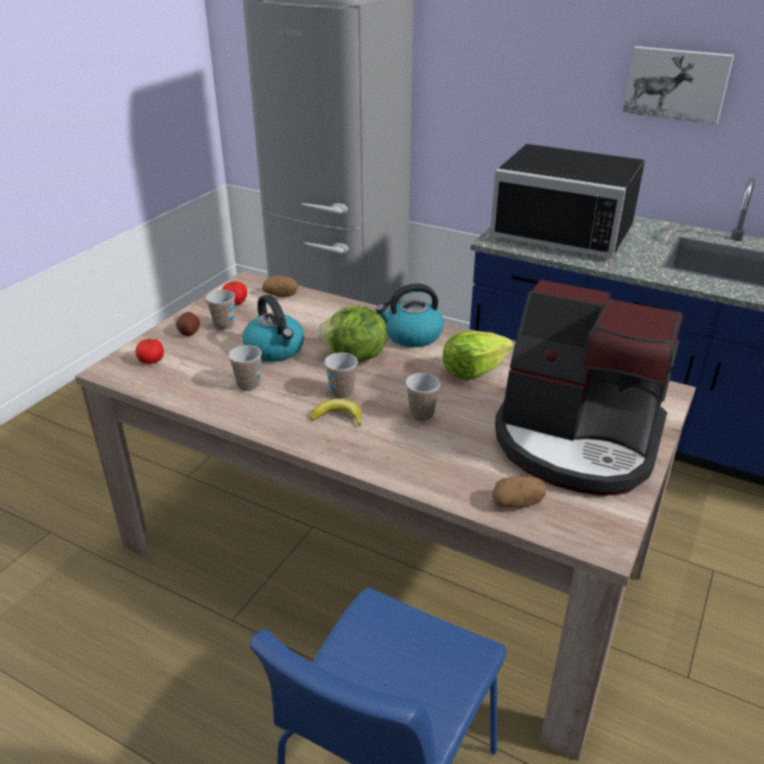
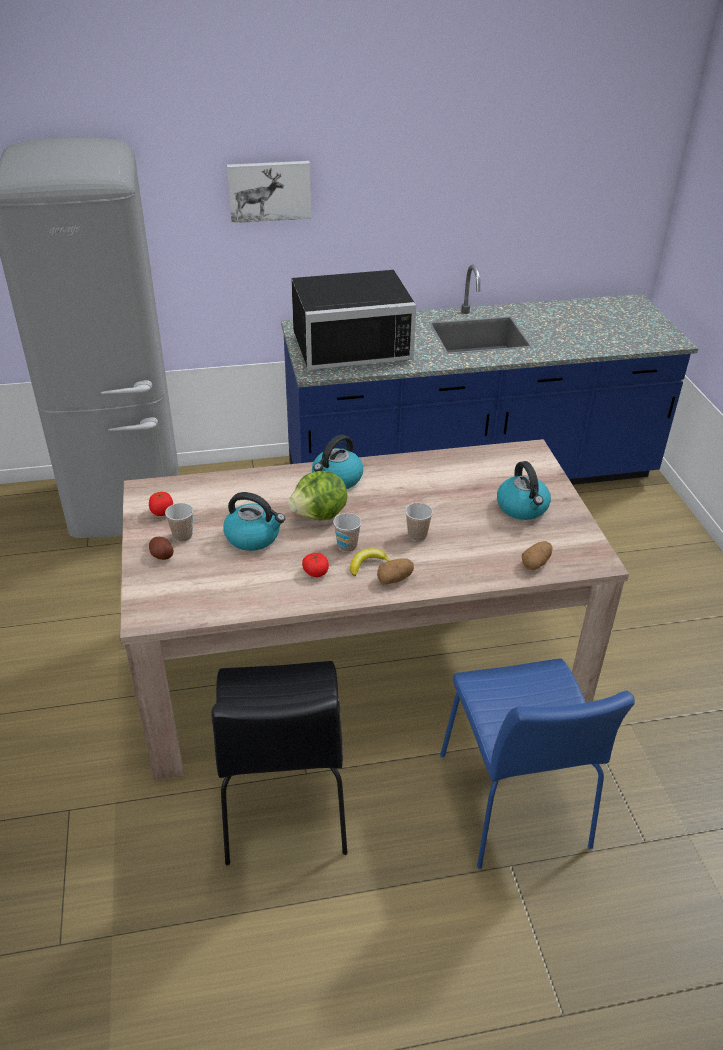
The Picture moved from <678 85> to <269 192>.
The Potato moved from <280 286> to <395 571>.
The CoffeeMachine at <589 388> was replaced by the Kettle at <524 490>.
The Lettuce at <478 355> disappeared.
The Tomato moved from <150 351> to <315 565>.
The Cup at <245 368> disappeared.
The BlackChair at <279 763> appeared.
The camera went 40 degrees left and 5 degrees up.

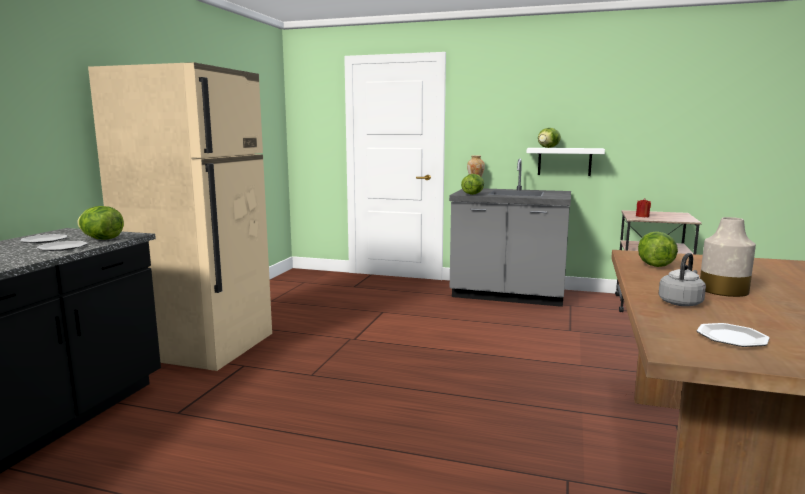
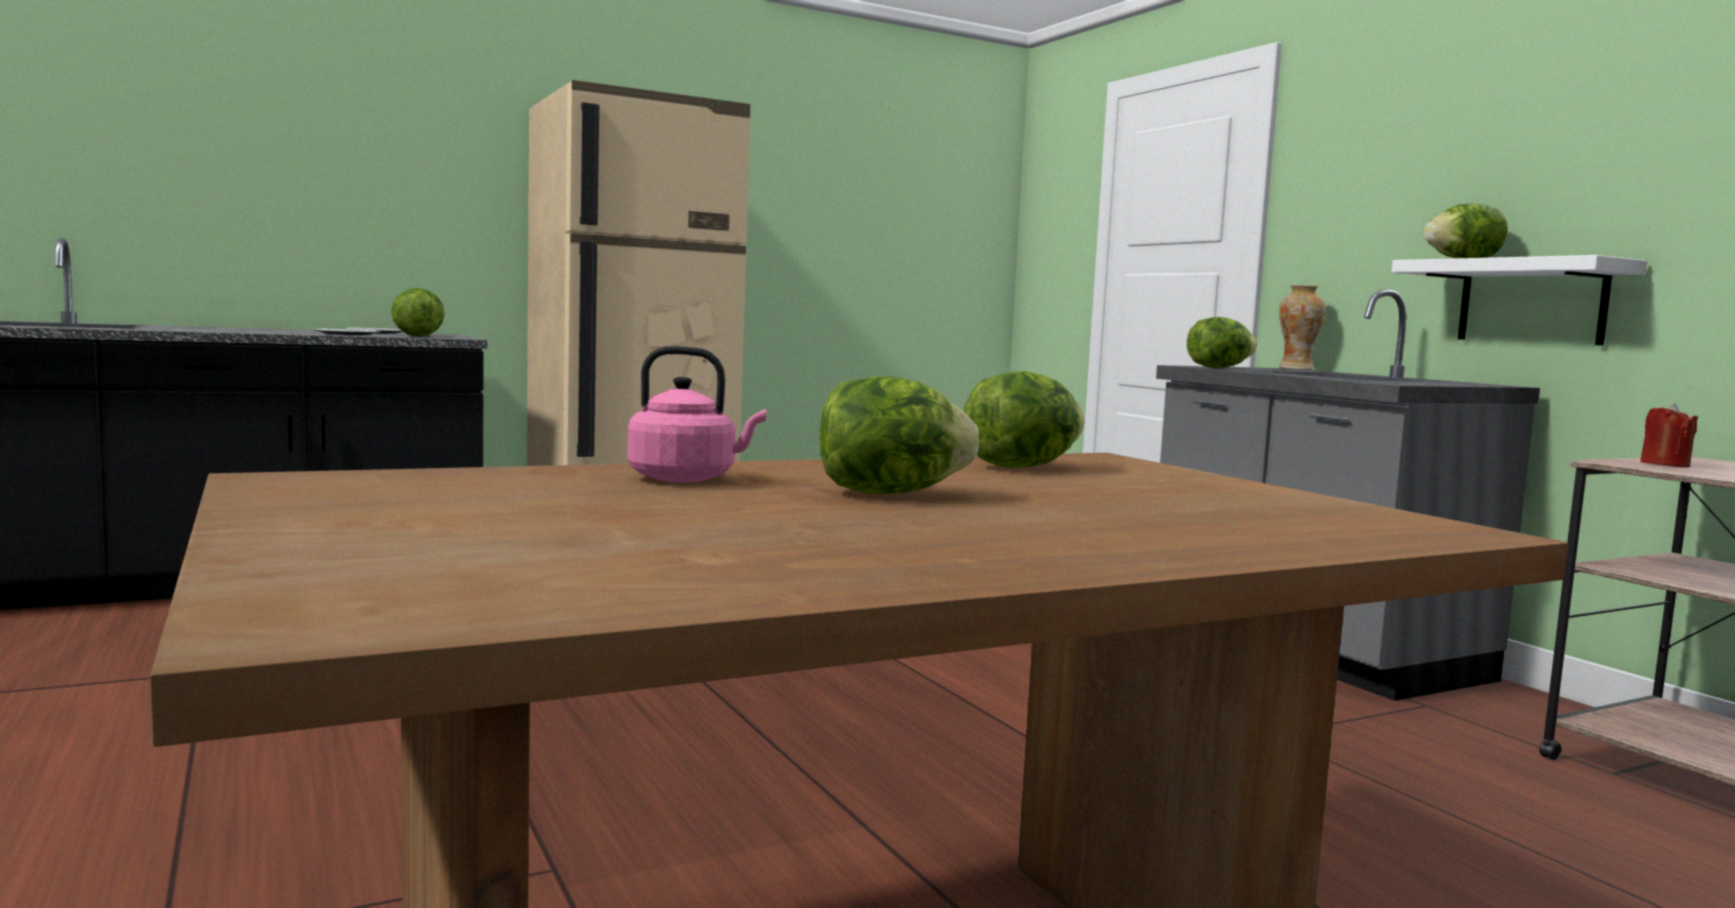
The BeigeVase at <728 257> was replaced by the Lettuce at <899 435>.
The GreyKettle at <682 279> became the PinkKettle at <696 414>.
The Plate at <733 335> disappeared.
The camera went 45 degrees right and 5 degrees down.

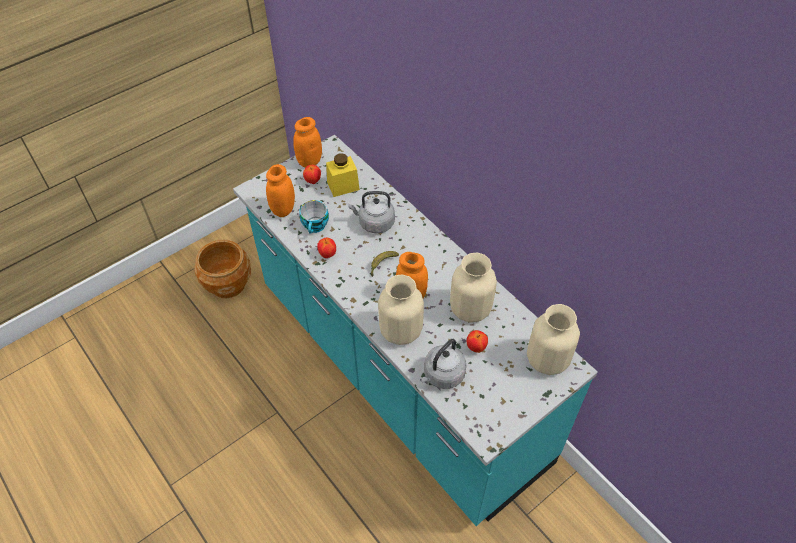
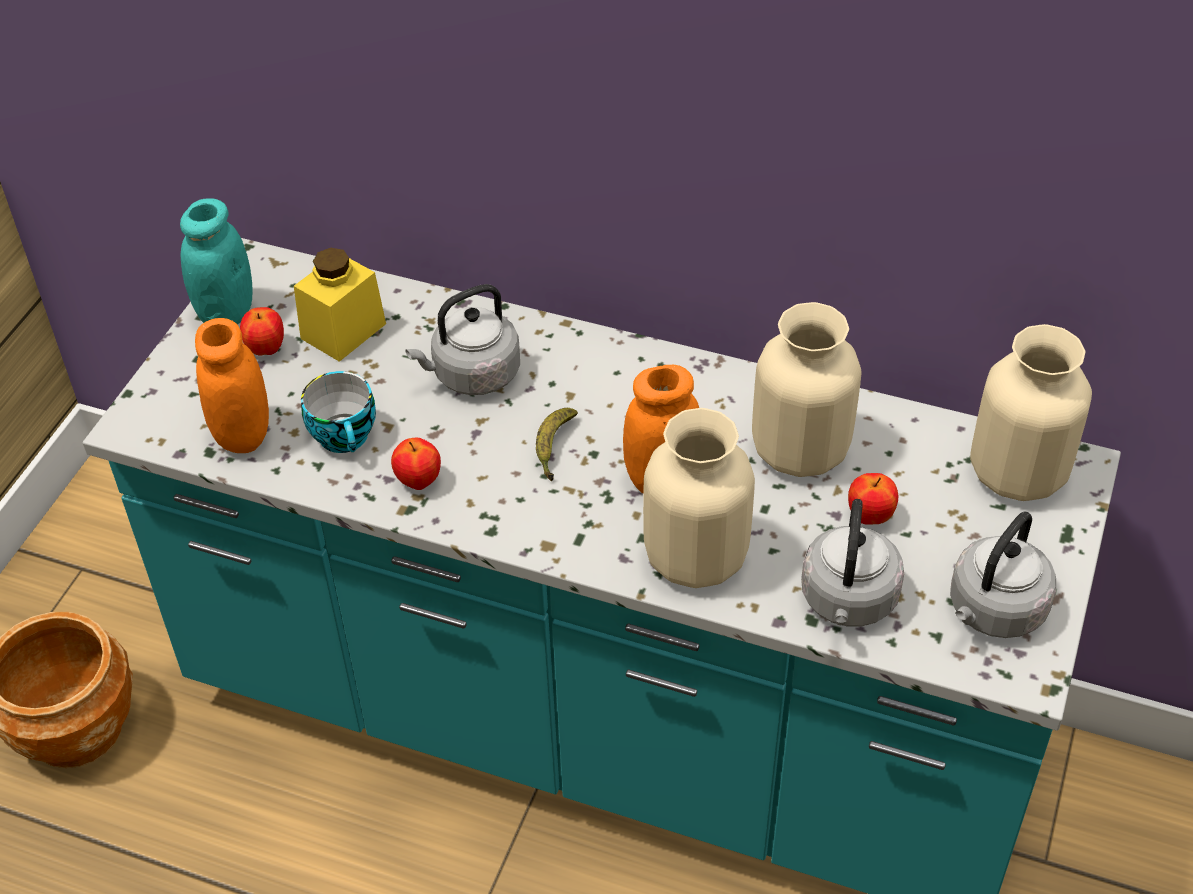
The OrangeJar at <307 142> became the TurquoiseJar at <216 261>.
The GreyKettle at <1003 574> appeared.
The camera went 30 degrees left and 5 degrees down.

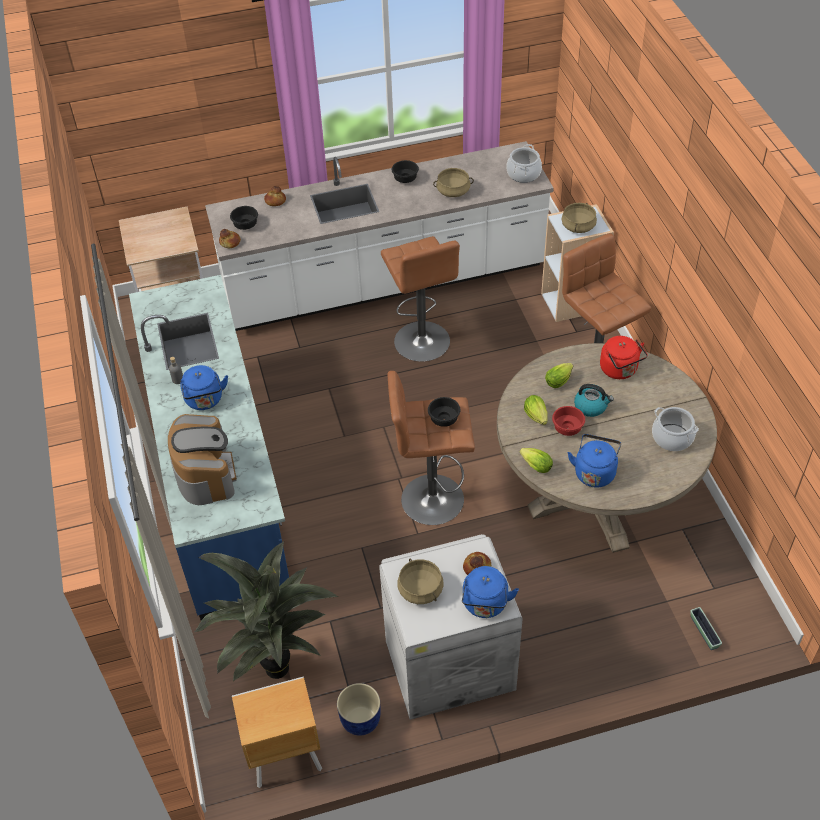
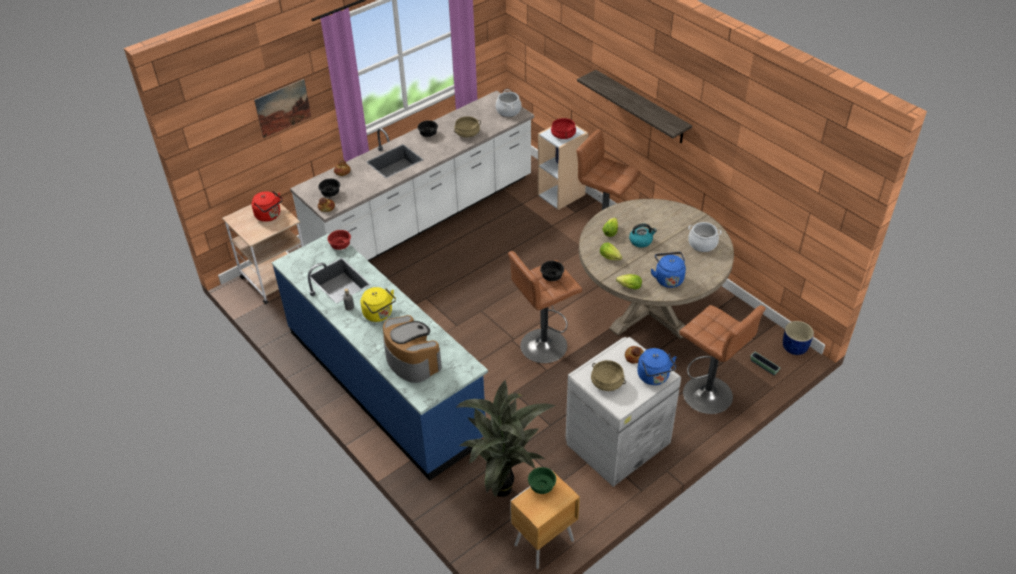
The BeigeCookingPot at <579 218> became the RedCookingPot at <563 128>.
The BrownStool moved from <420 299> to <722 359>.
The RedKettle moved from <624 357> to <267 206>.
The BlueKettle at <204 387> became the YellowKettle at <378 304>.
The RedBowl moved from <568 421> to <339 240>.
The BluePlanter moved from <359 709> to <798 338>.
The Shelf at <634 106> appeared.
The Picture at <282 108> appeared.
The GreenBowl at <542 480> appeared.
The camera went 25 degrees left and 5 degrees down.

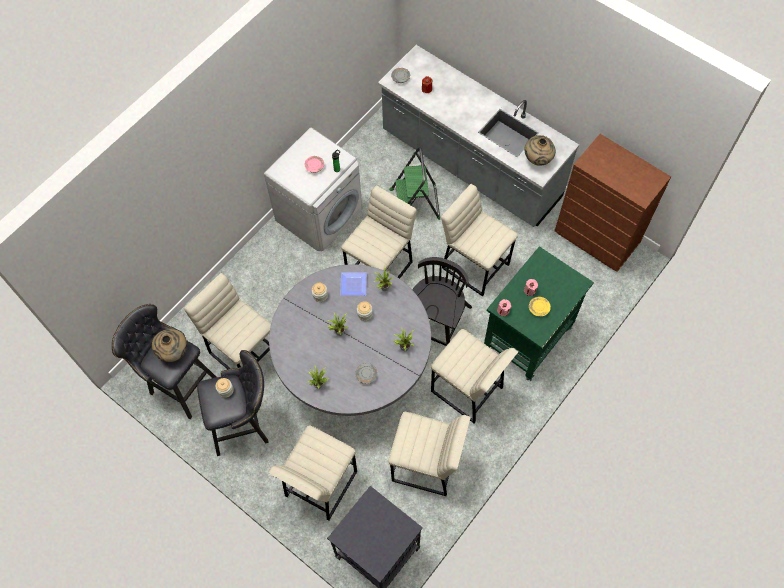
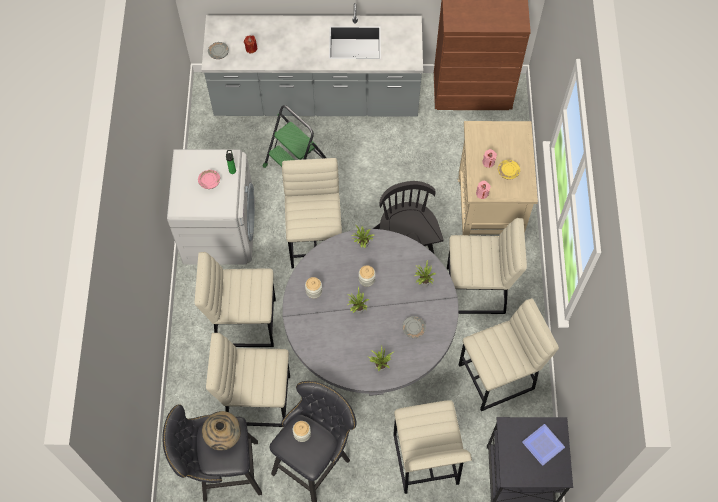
The BeigeVase at <540 150> disappeared.
The BeigeChair moved from <479 240> to <235 299>.
The GreenCart at <539 313> became the BeigeCart at <497 178>.
The Plate moved from <353 284> to <543 445>.
The camera went 40 degrees left and 0 degrees up.

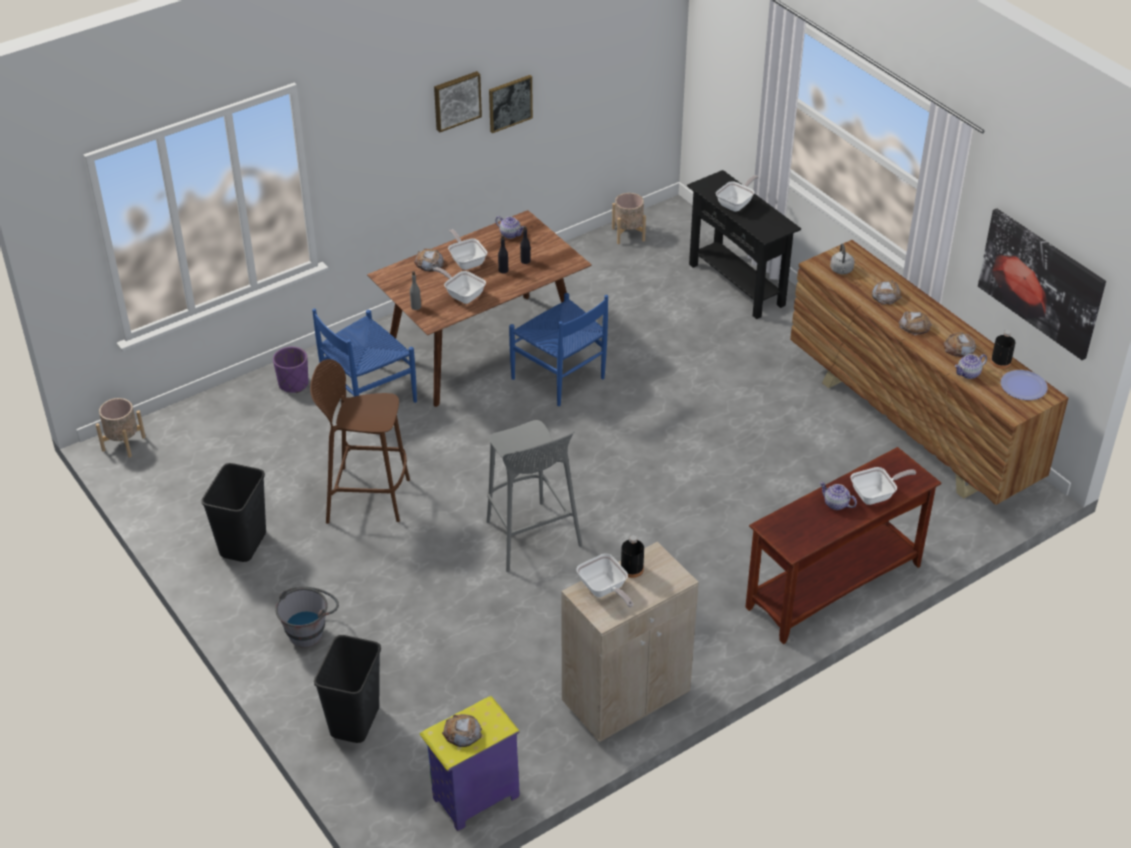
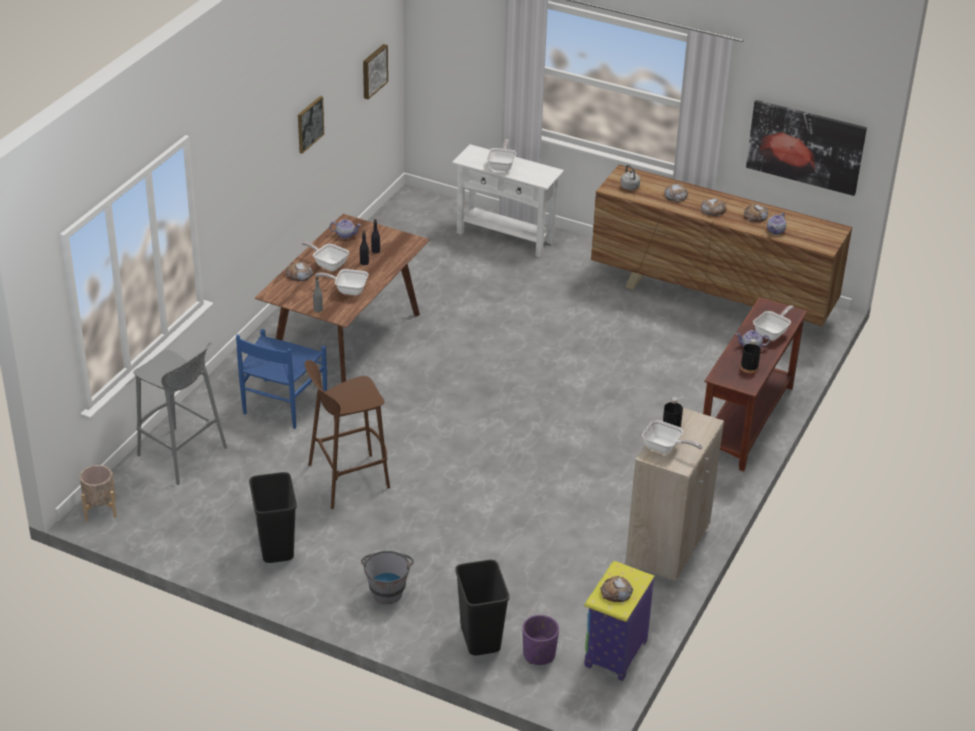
The Picture moved from <458 101> to <375 71>.
The BlackConsoleTable at <744 244> became the WhiteConsoleTable at <508 200>.
The BeigePlanter at <629 218> disappeared.
The BlueChair at <558 349> disappeared.
The BlackBottle moved from <1003 349> to <750 356>.
The PurplePlanter moved from <291 370> to <540 640>.
The Plate at <1024 385> disappeared.
The GreyStool moved from <534 496> to <180 413>.
The camera went 30 degrees left and 5 degrees down.

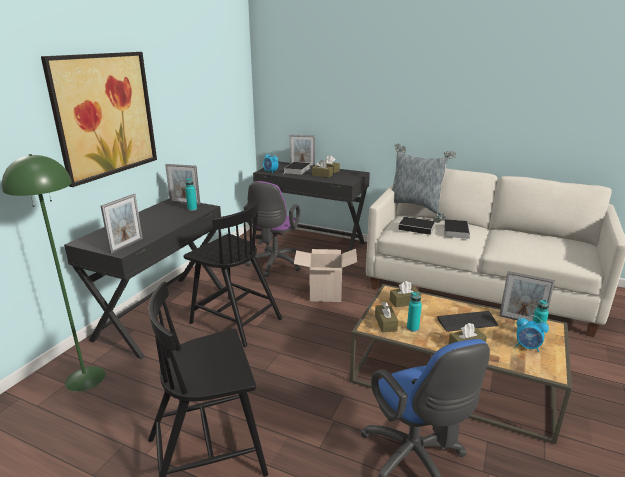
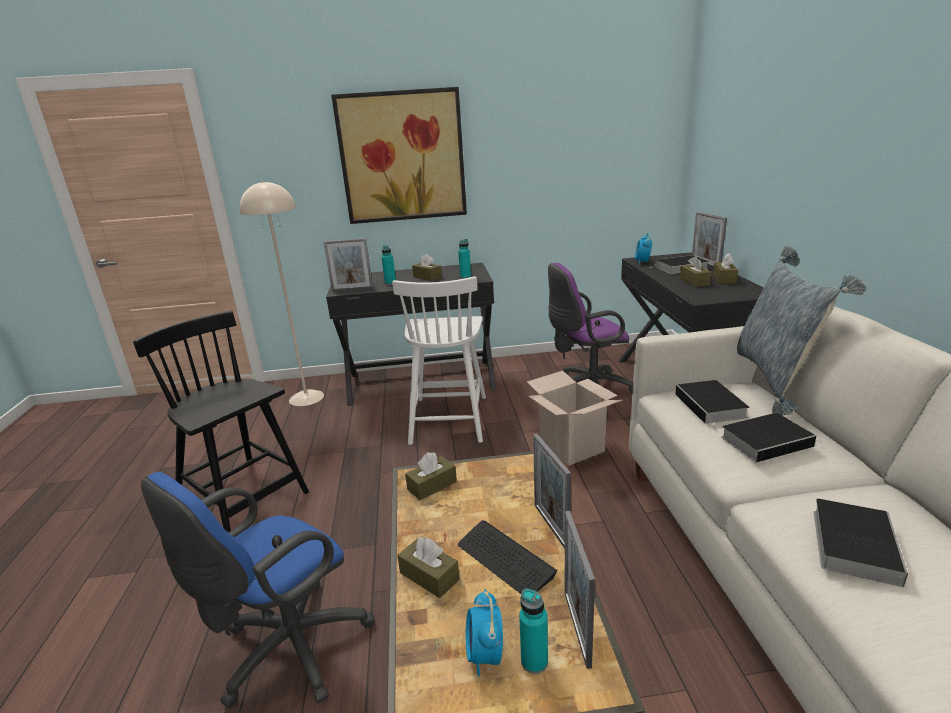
The GreenFloorLamp at <53 272> became the BeigeFloorLamp at <282 293>.
The PictureFrame moved from <182 184> to <552 491>.
The BlackChair at <233 273> became the WhiteChair at <439 360>.
The BrownTissueBox moved from <405 294> to <427 267>.
The TurquoiseBottle moved from <414 312> to <389 265>.
The Book at <860 543> appeared.
The camera went 60 degrees right and 0 degrees up.

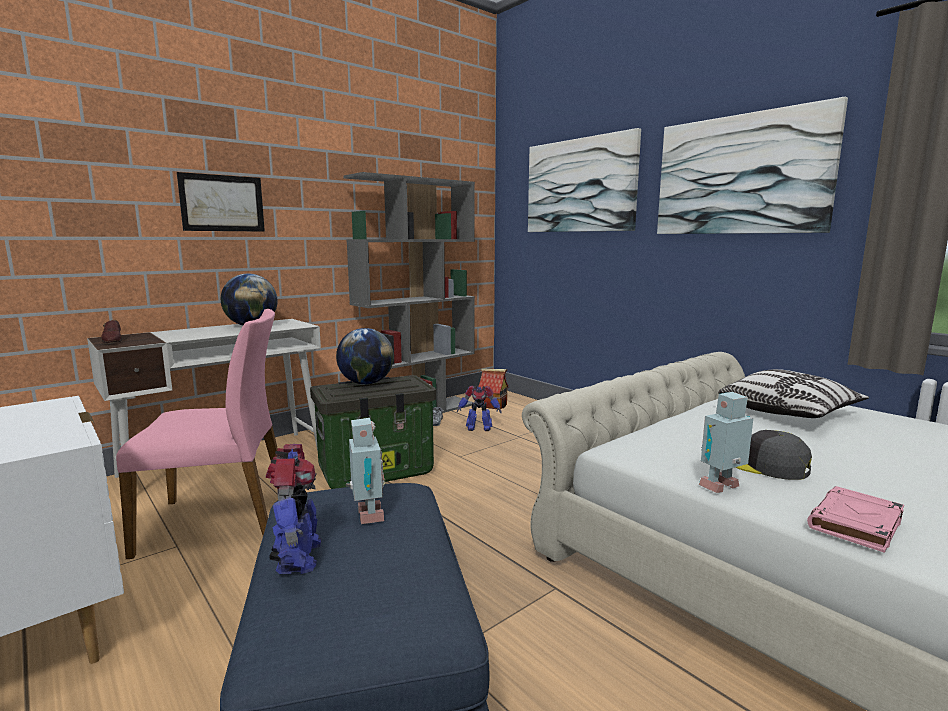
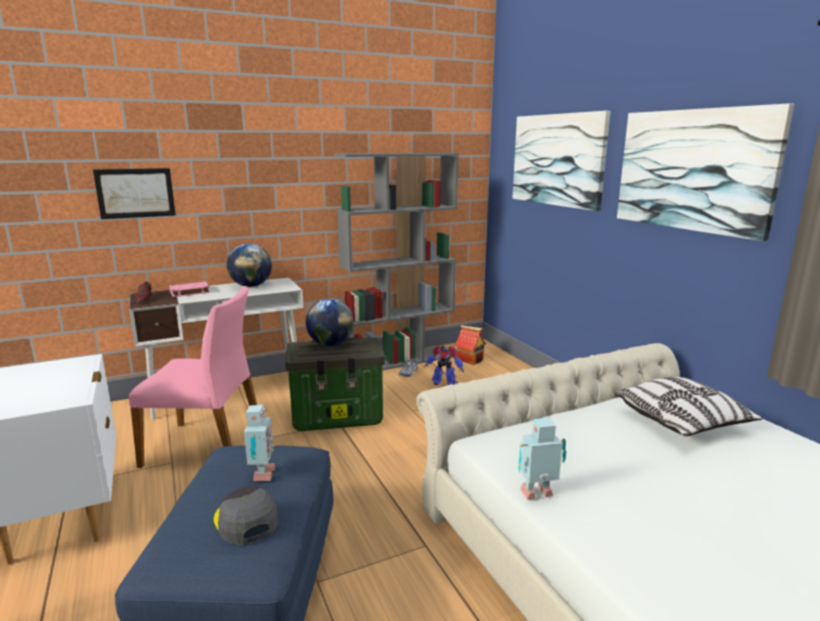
The Picture moved from <221 202> to <134 193>.
The GreyCap moved from <773 455> to <246 515>.
The ToyRobot at <293 509> disappeared.
The PinkBook moved from <855 519> to <189 289>.
The camera went 15 degrees right and 5 degrees up.

